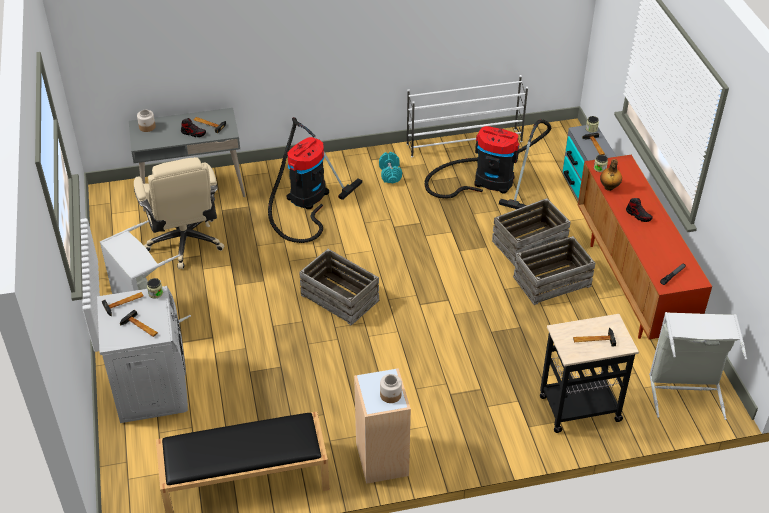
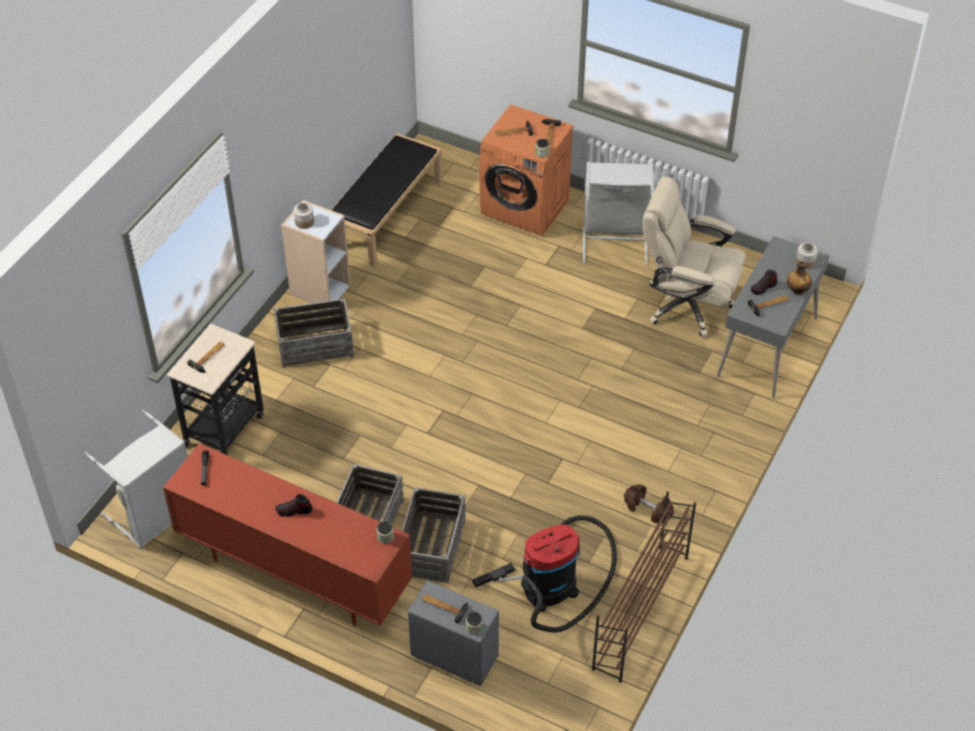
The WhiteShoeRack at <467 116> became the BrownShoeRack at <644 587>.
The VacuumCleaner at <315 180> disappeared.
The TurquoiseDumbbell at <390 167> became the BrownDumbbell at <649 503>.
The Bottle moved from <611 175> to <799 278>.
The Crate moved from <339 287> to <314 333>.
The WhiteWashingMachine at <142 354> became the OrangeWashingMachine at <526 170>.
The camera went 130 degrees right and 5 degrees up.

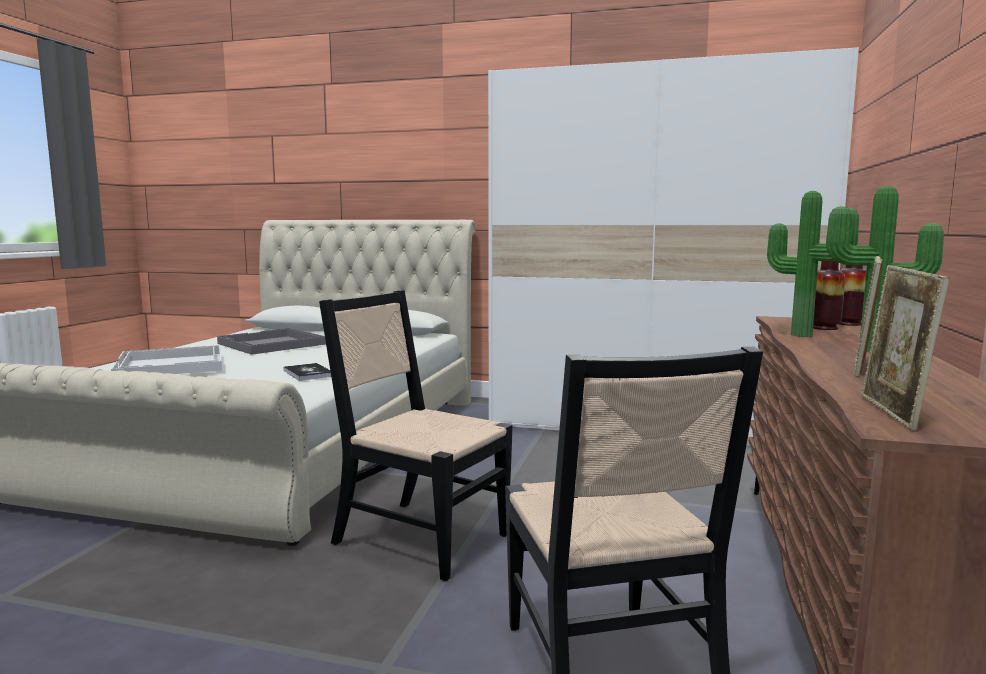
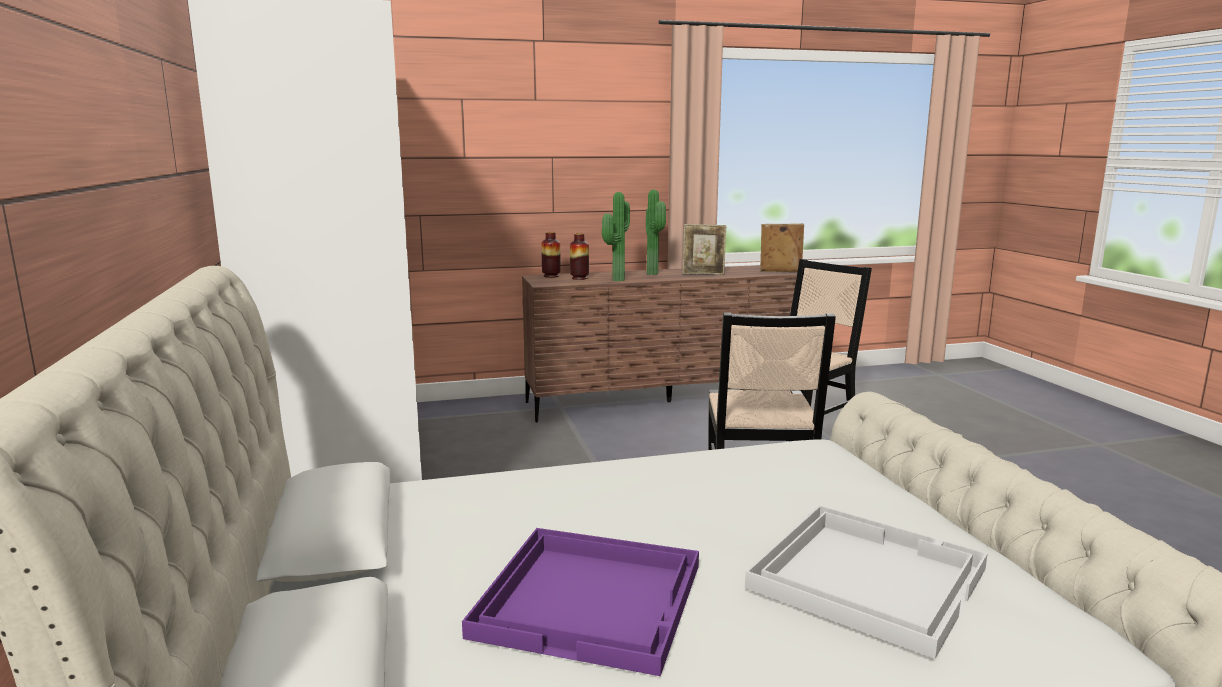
The PictureFrame at <905 348> turned 150 degrees counterclockwise.
The GreyTray at <271 341> became the PurpleTray at <580 602>.
The Book at <307 372> disappeared.
The camera went 120 degrees left and 5 degrees up.

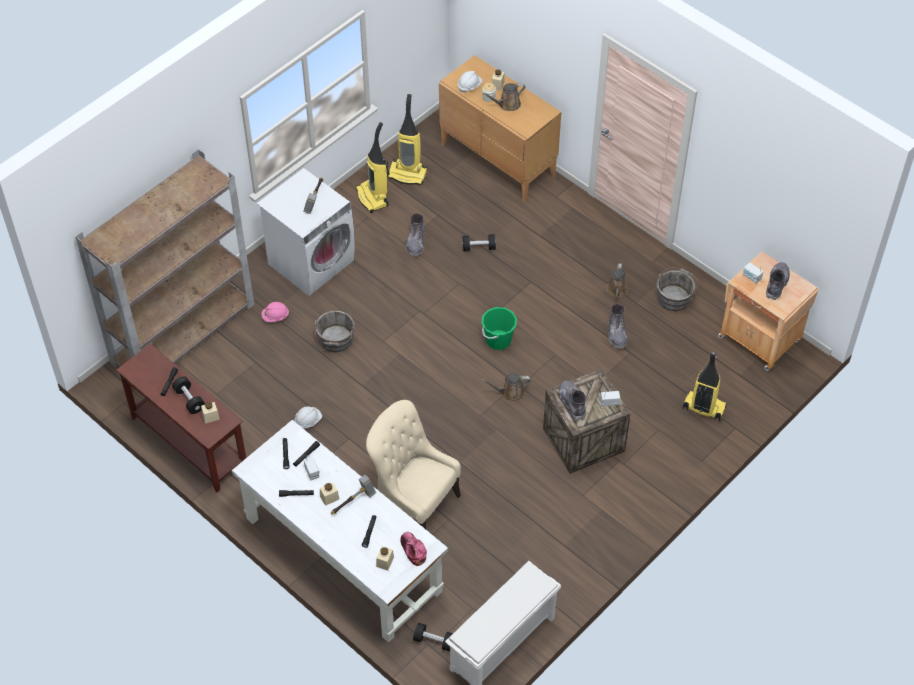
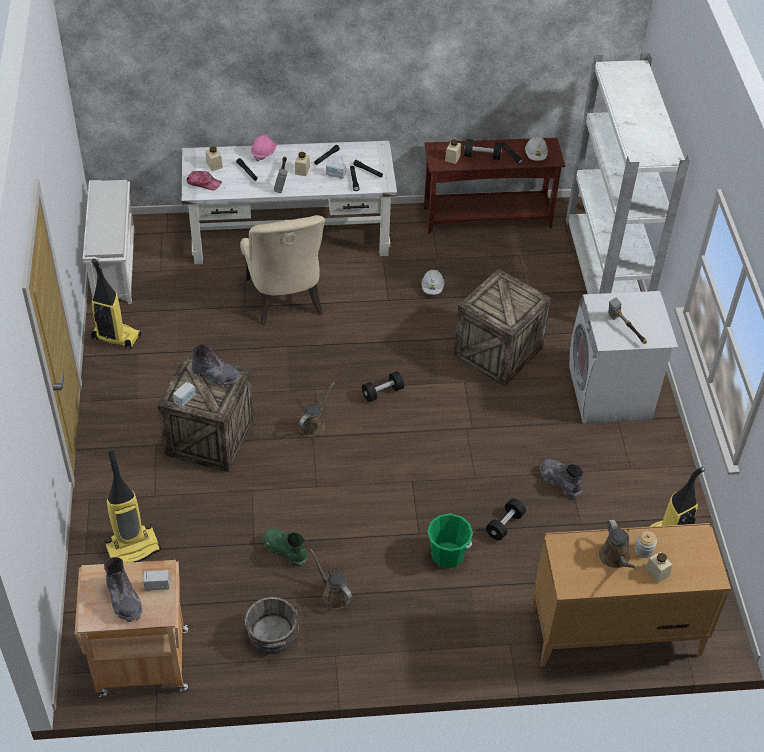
The WhiteHardHat moved from <470 82> to <536 149>.
The BrownWateringCan at <504 97> turned 150 degrees clockwise.
The VacuumCleaner moved from <372 167> to <116 304>.
The BrownBookcase at <164 258> became the WhiteBookcase at <628 173>.
The PinkHardHat moved from <275 312> to <264 148>.
The GreyBoot at <617 326> became the GreenBoot at <285 548>.
The GreenBucket moved from <499 328> to <450 541>.
The GreyBucket at <334 331> was replaced by the Crate at <502 327>.
The BeigeChair at <413 464> turned 90 degrees clockwise.
The BlackDumbbell moved from <433 637> to <383 386>.
The camera went 130 degrees right and 5 degrees down.

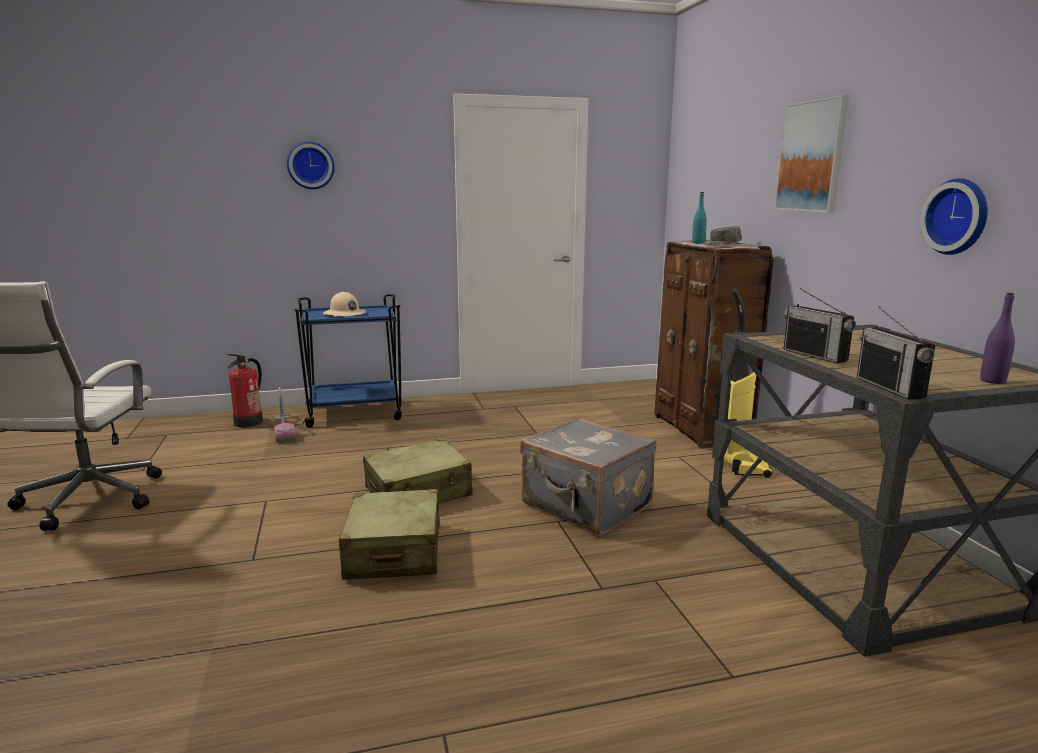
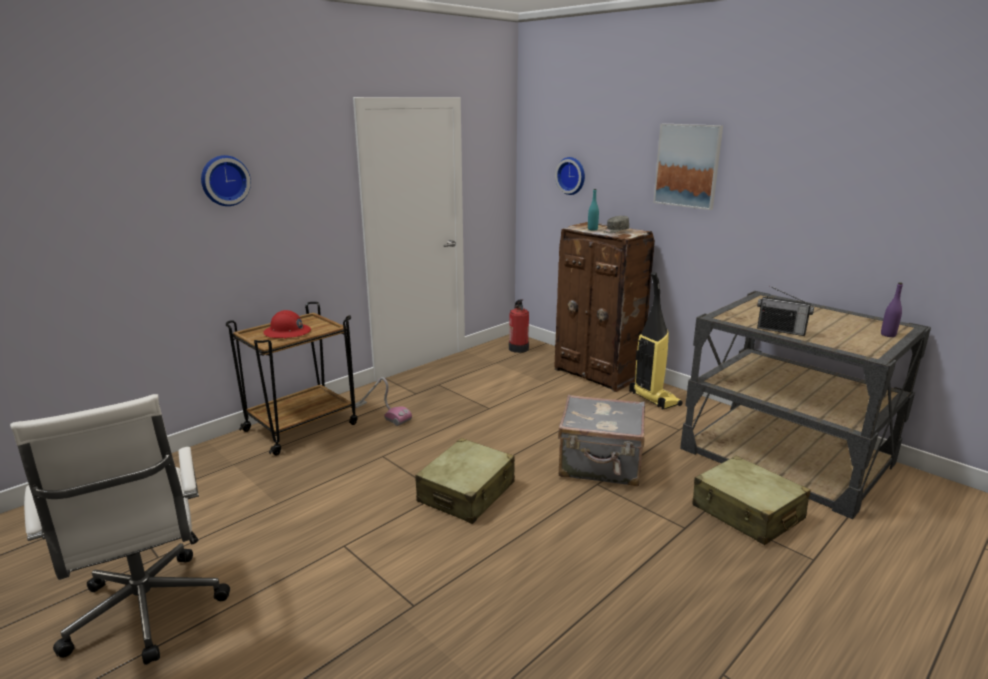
The WallClock moved from <954 216> to <570 176>.
The BeigeHardHat at <345 304> became the RedHardHat at <287 324>.
The BlueCart at <348 361> became the BrownCart at <292 379>.
The Radio at <896 353> disappeared.
The FireExtinguisher moved from <245 391> to <519 326>.
The VacuumCleaner moved from <284 414> to <383 401>.
The BeigeSuitcase moved from <389 534> to <751 500>.
The camera went 30 degrees left and 5 degrees up.

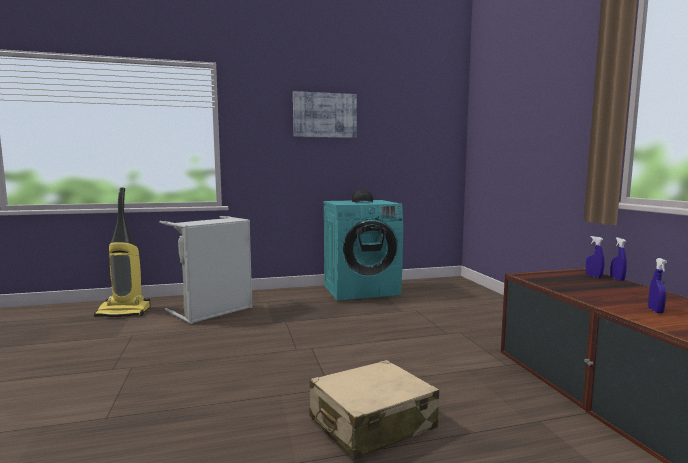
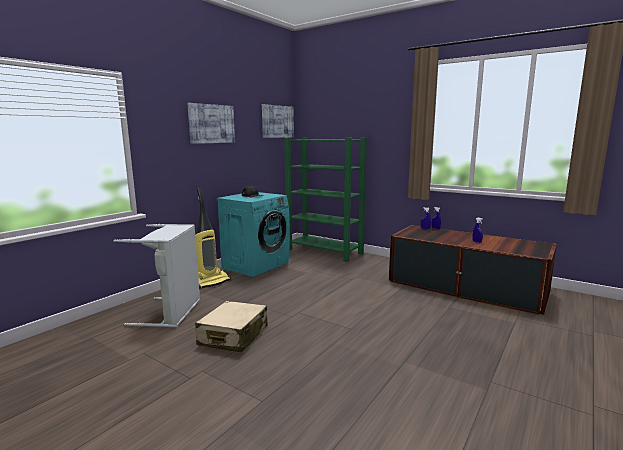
The VacuumCleaner moved from <122 252> to <213 238>.
The BeigeSuitcase moved from <374 410> to <231 326>.
The Picture at <278 121> appeared.
The GreenBookcase at <325 199> appeared.
The camera went 40 degrees left and 5 degrees up.

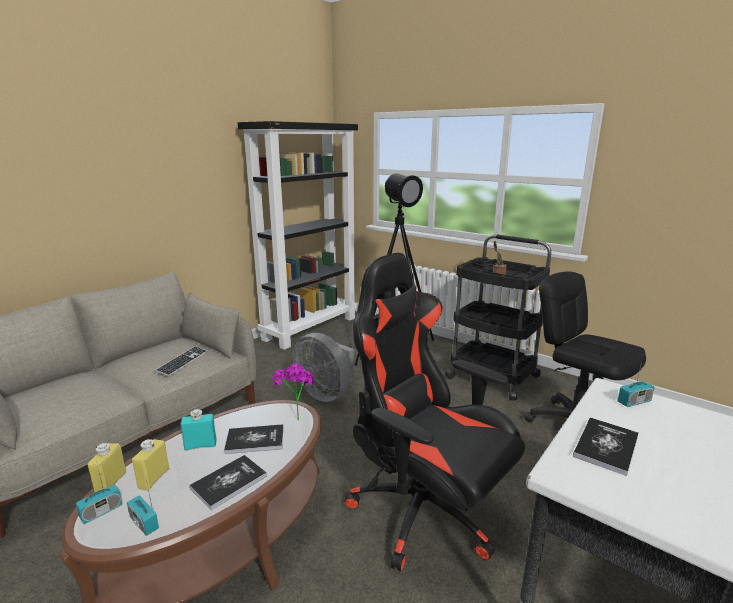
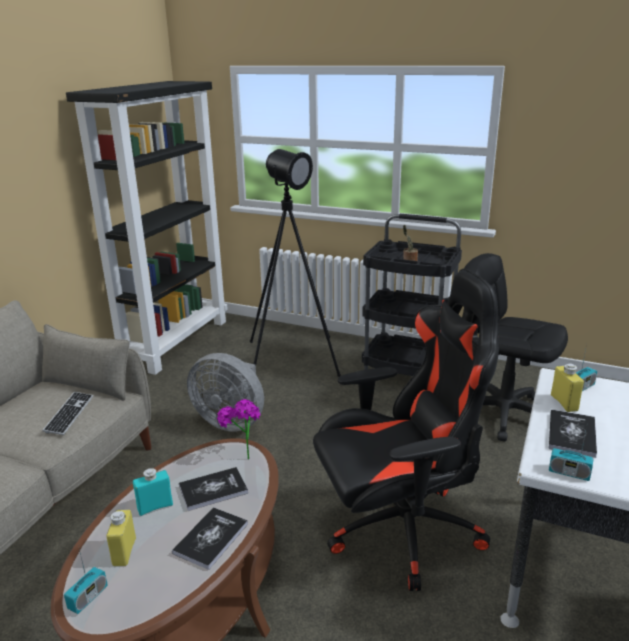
The BlackOfficeChair at <435 412> turned 135 degrees clockwise.
The YellowBottle moved from <106 468> to <567 388>.
The Radio moved from <143 507> to <571 454>.
The camera went 15 degrees left and 5 degrees up.

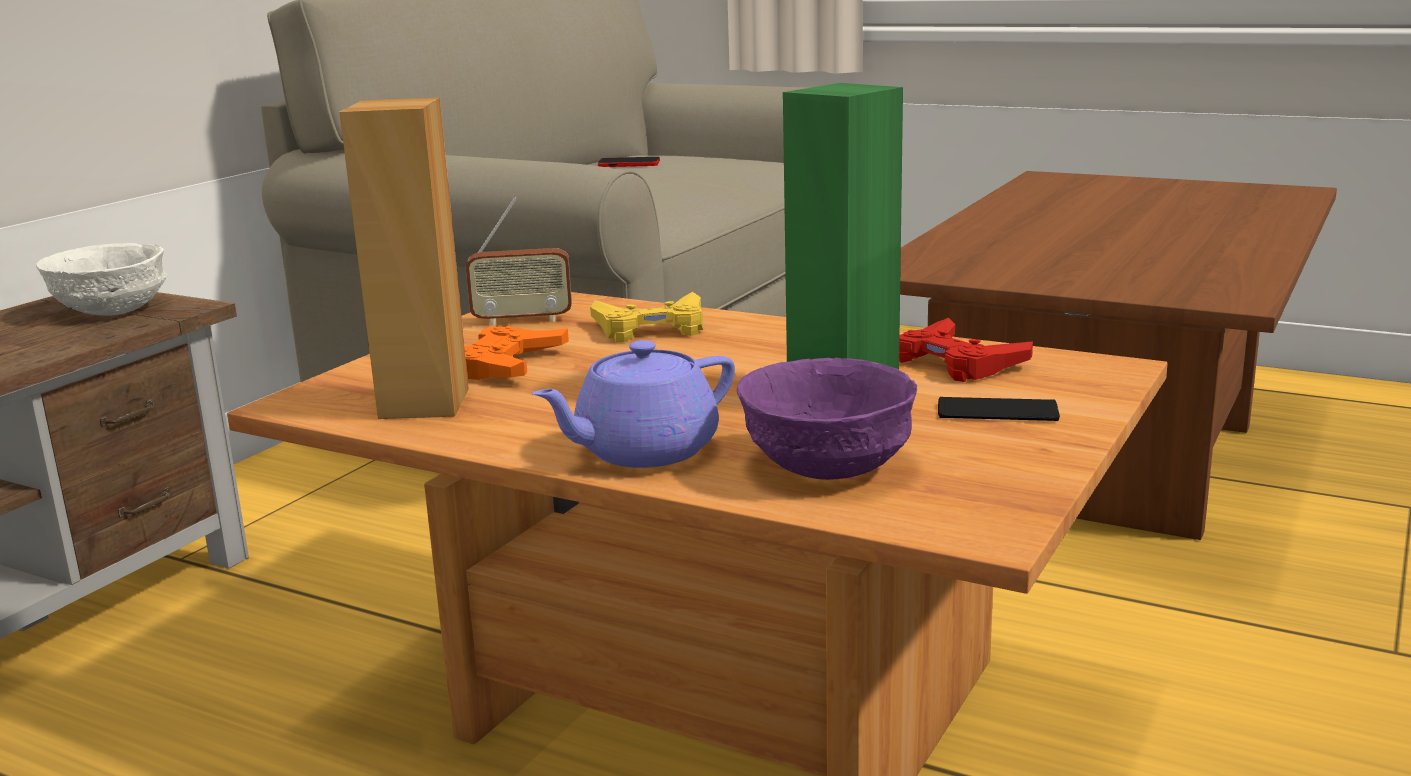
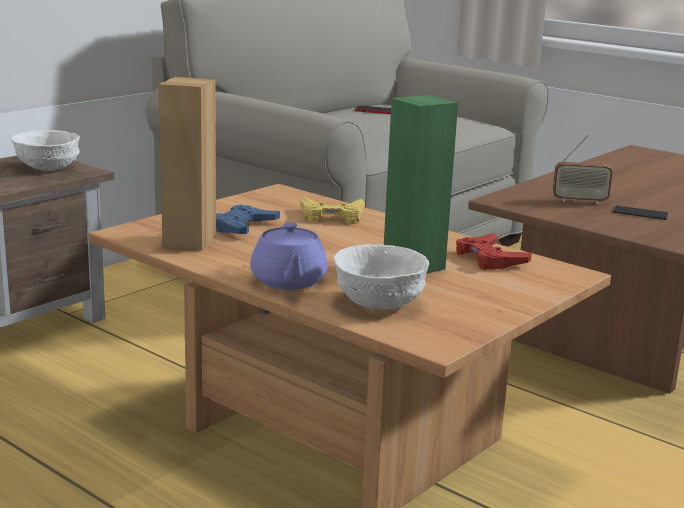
The Radio moved from <519 261> to <583 169>.
The OrangeGameController at <517 353> became the BlueGameController at <248 219>.
The PurpleTeapot at <633 404> turned 75 degrees counterclockwise.
The PurpleBowl at <827 419> became the WhiteBowl at <382 277>.
The Phone moved from <999 409> to <640 212>.
The camera went 10 degrees right and 0 degrees up.

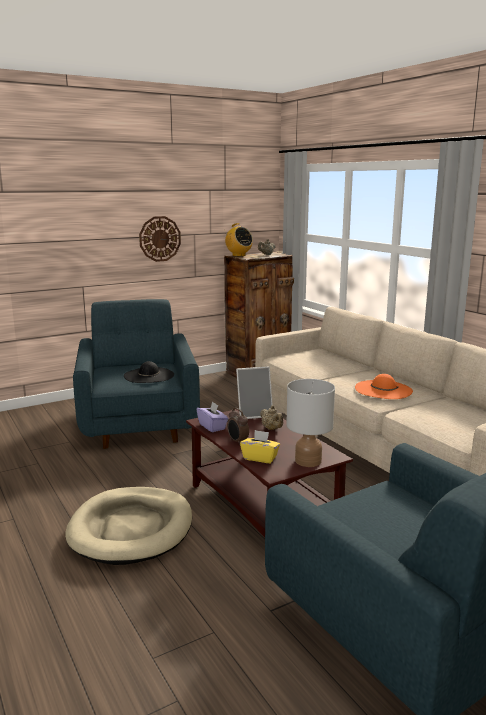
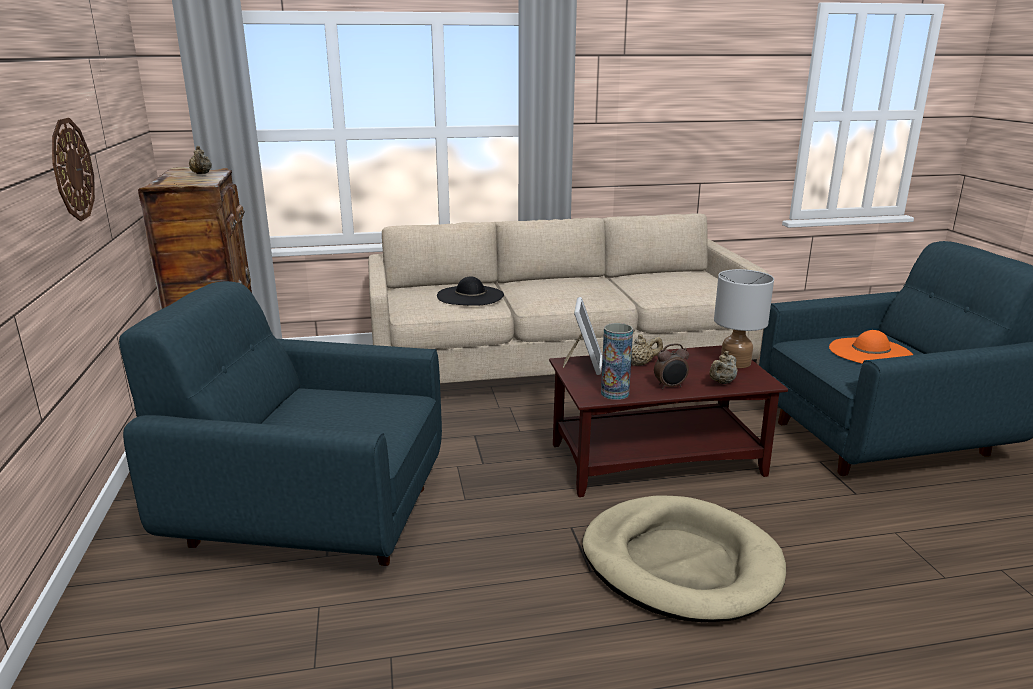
The Radio at <238 239> disappeared.
The BlackHat moved from <149 372> to <470 291>.
The OrangeHat moved from <384 386> to <871 347>.
The PurpleTissueBox at <212 416> was replaced by the Vase at <617 361>.
The YellowTissueBox at <260 446> was replaced by the BeigeTeapot at <723 367>.
The camera went 70 degrees left and 5 degrees up.

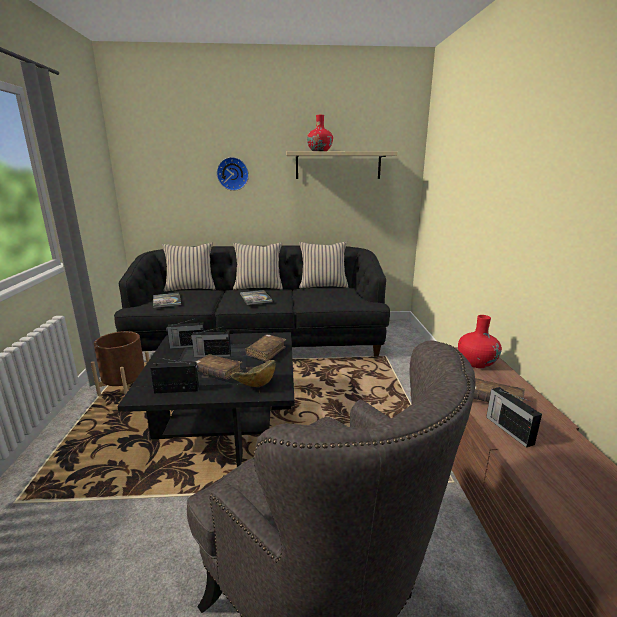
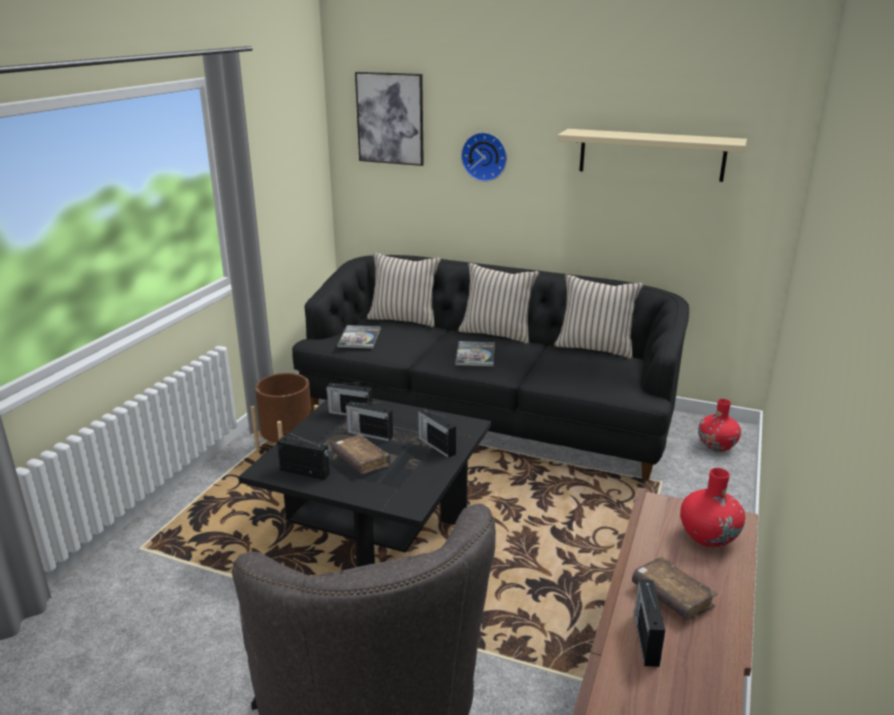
The RedVase moved from <320 133> to <719 425>.
The BrownBook at <265 348> was replaced by the Radio at <437 433>.
The Bowl at <252 373> disappeared.
The Picture at <389 119> appeared.
The camera went 25 degrees right and 5 degrees up.

